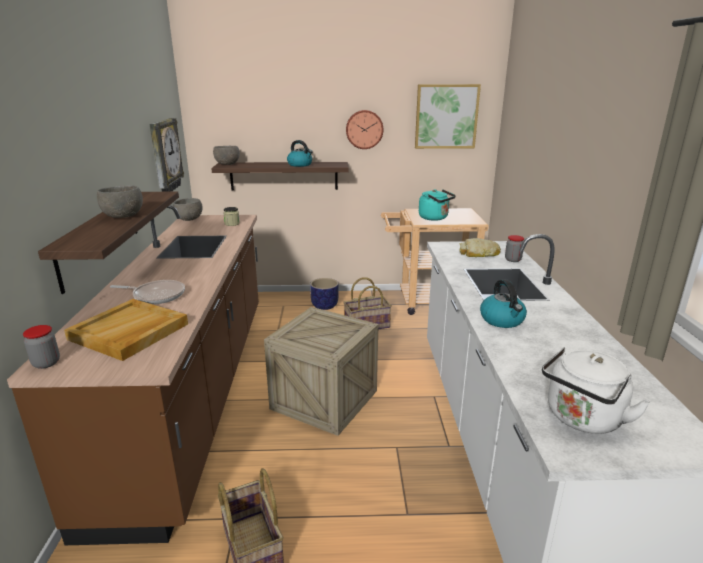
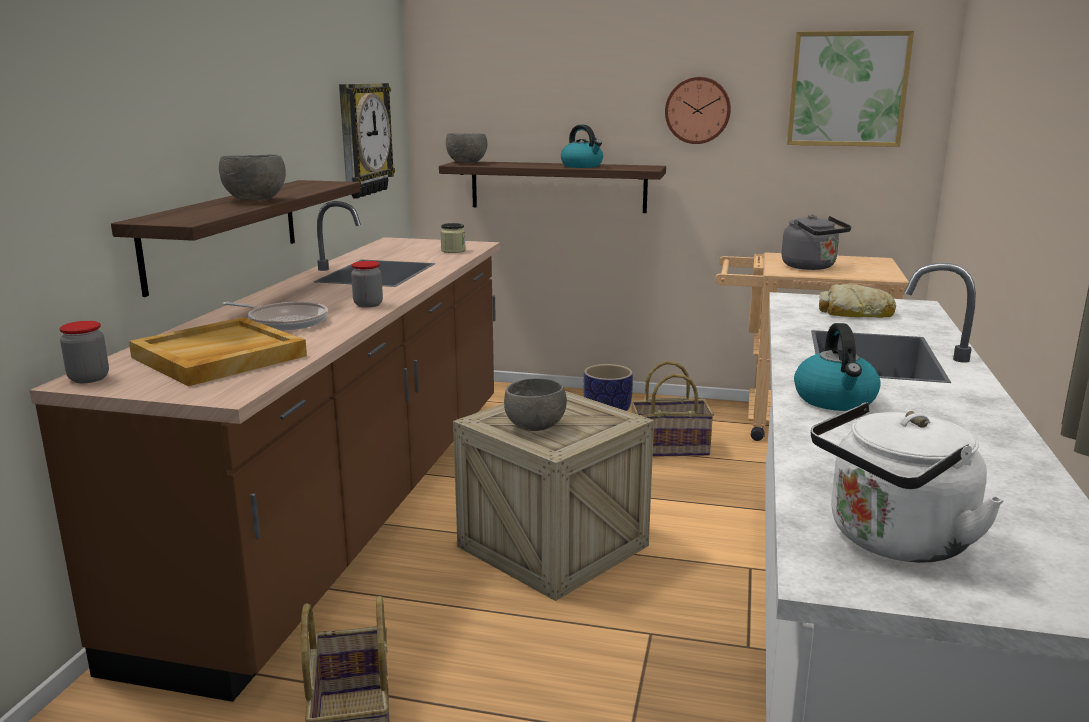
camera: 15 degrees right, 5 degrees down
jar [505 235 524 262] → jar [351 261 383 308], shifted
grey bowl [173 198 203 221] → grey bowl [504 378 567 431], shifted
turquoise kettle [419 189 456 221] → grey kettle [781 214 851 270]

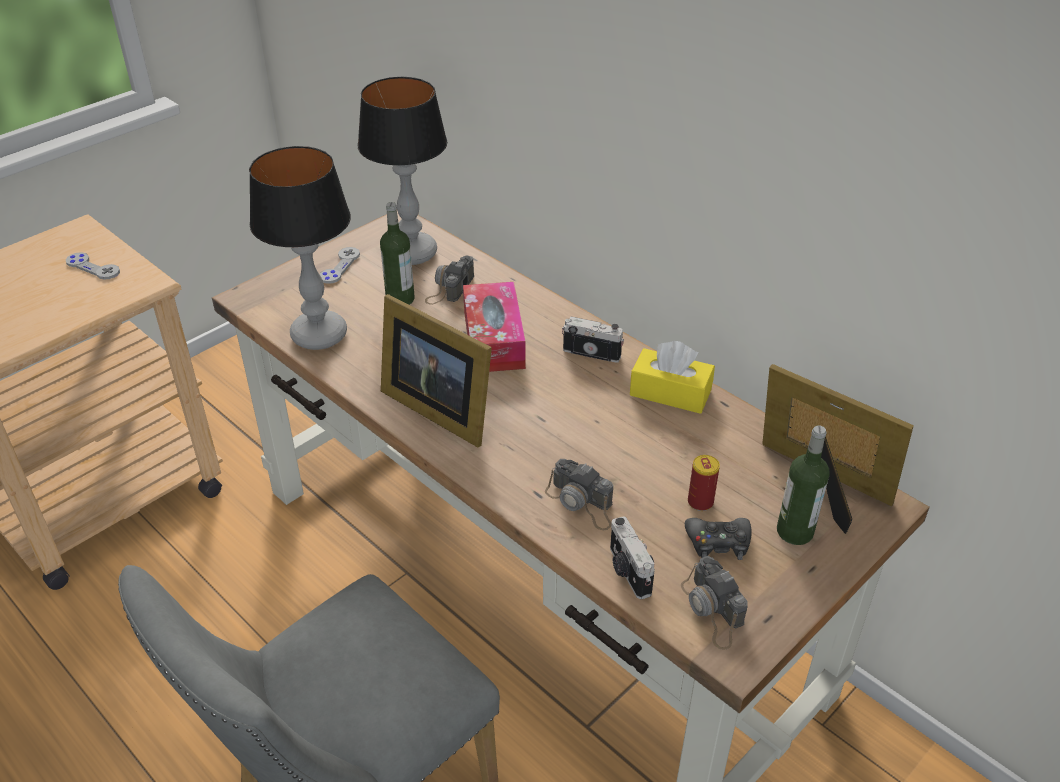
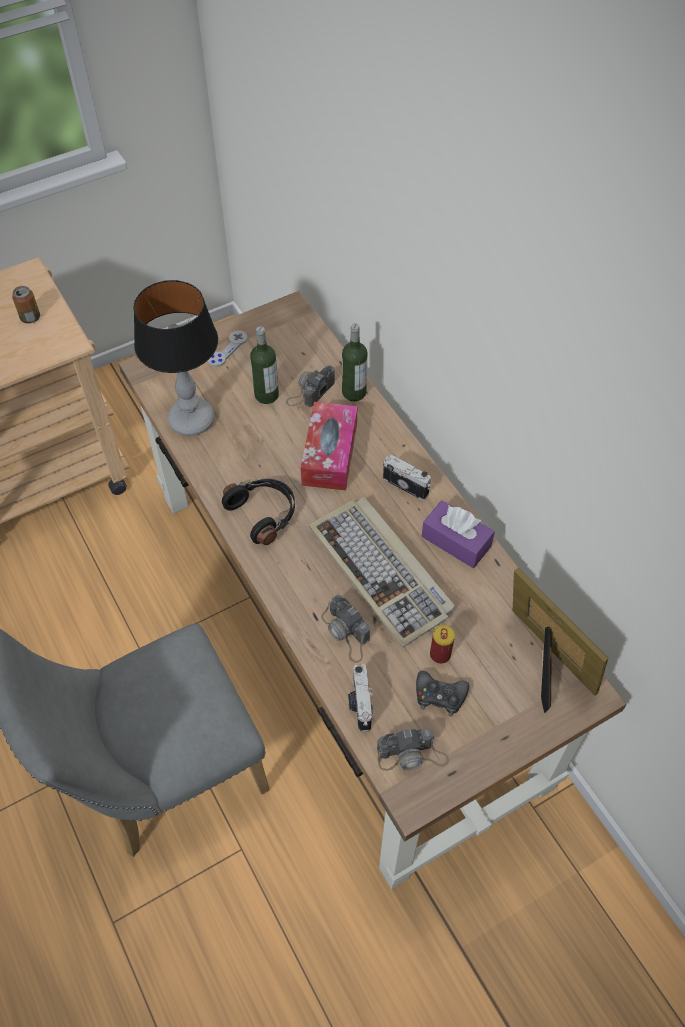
camera: 15 degrees right, 15 degrees up
grey game controller [66 252 120 280] → can [12 286 40 323]
picture frame [381 294 492 447] → black headphones [222 479 295 545]
- → keyboard [309 497 455 647]
bottle [777 425 830 545] → bottle [342 323 367 401], shifted
photo camera [681 556 748 650] → photo camera [377 728 449 771], 90 degrees counterclockwise
yellow tissue box [630 341 715 414] → purple tissue box [422 500 495 568]
table lamp [358 77 447 265] → -

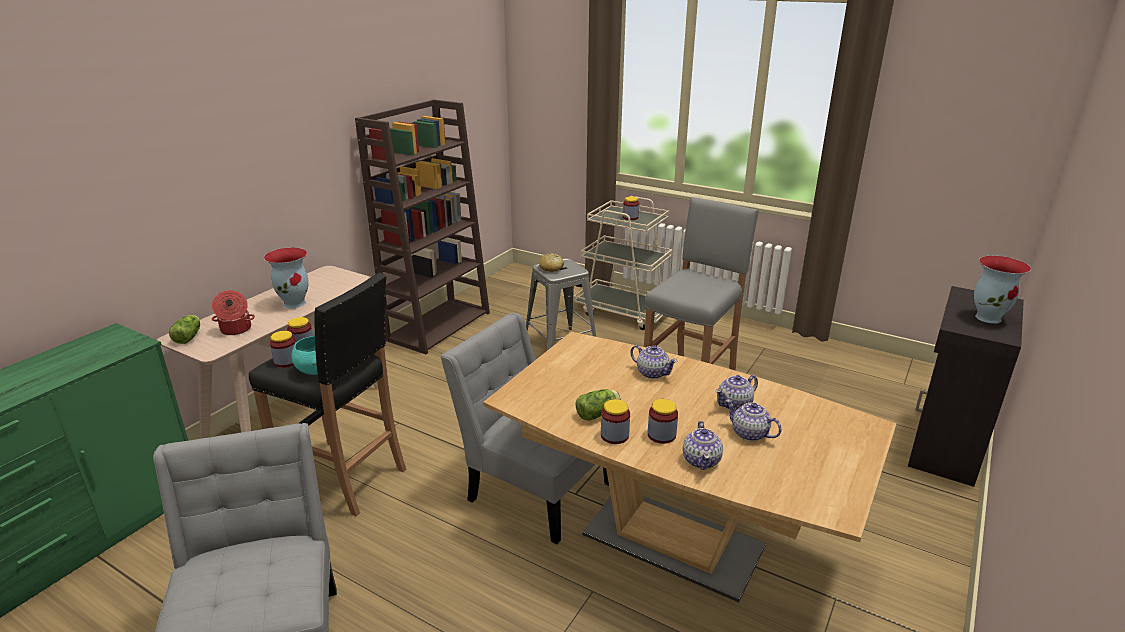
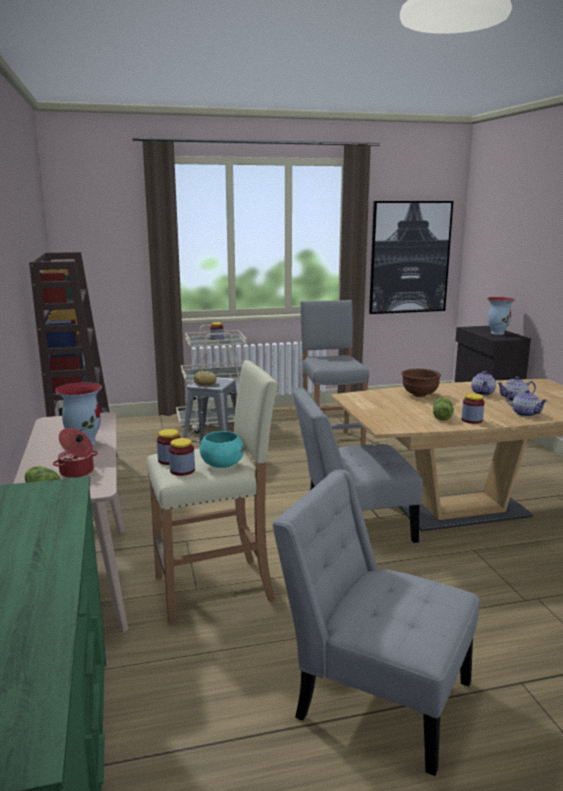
camera: 45 degrees left, 10 degrees down
black stool [249 273 406 517] → beige stool [146 360 278 624]
- → picture [369 201 453 314]
teapot [630 345 678 379] → brown bowl [401 369 441 397]
jar [648 399 678 444] → -

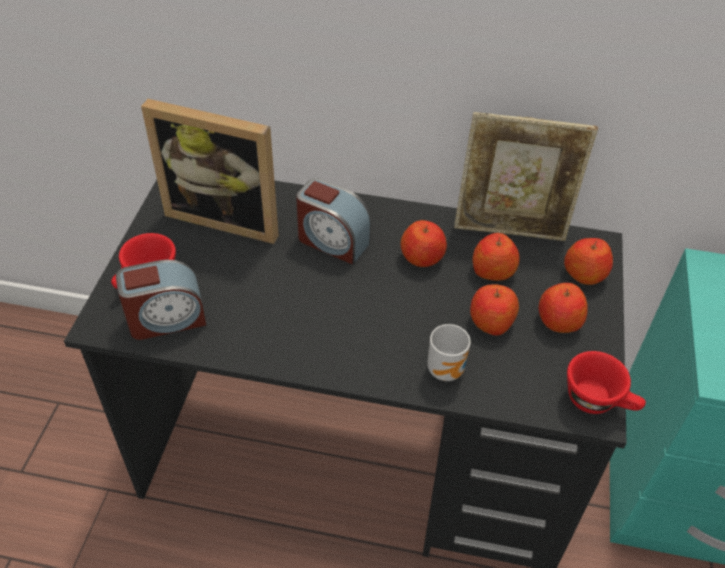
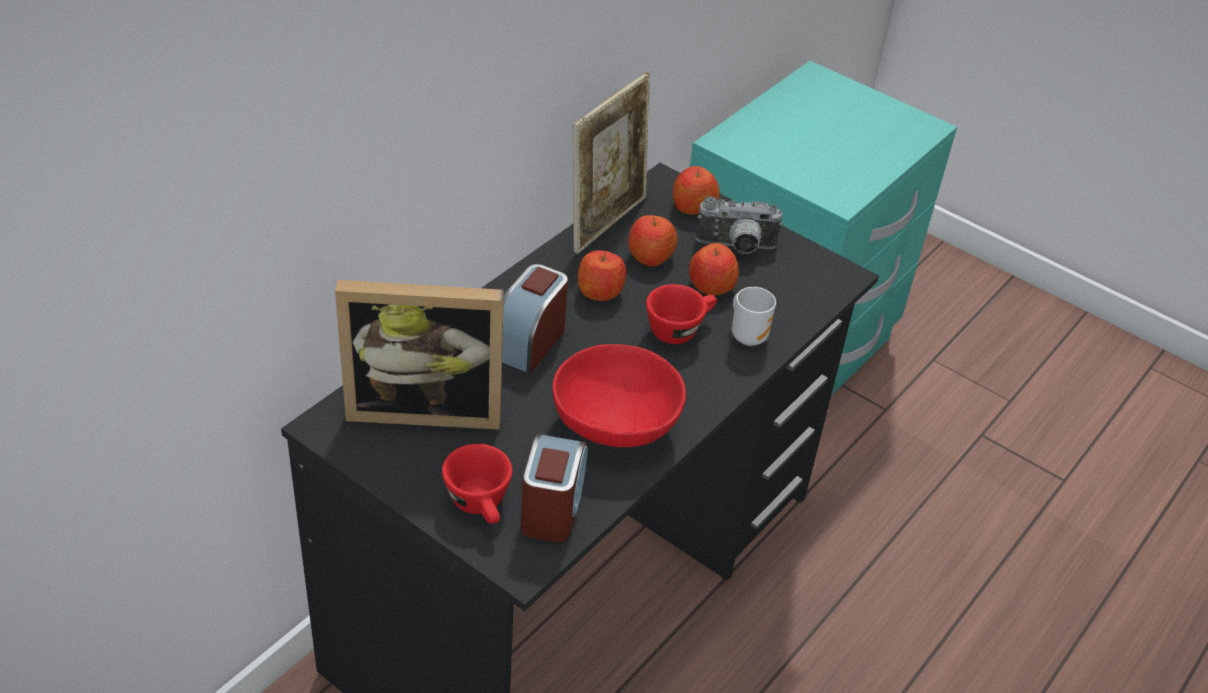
camera: 65 degrees left, 5 degrees down
picture frame [141 99 279 244] → picture frame [335 280 504 430], 45 degrees clockwise
alarm clock [296 178 372 265] → alarm clock [502 264 568 374], 150 degrees clockwise
- → red bowl [552 344 686 447]
red cup [567 351 646 414] → red cup [646 284 717 344], shifted
apple [539 283 588 333] → photo camera [695 196 783 254]

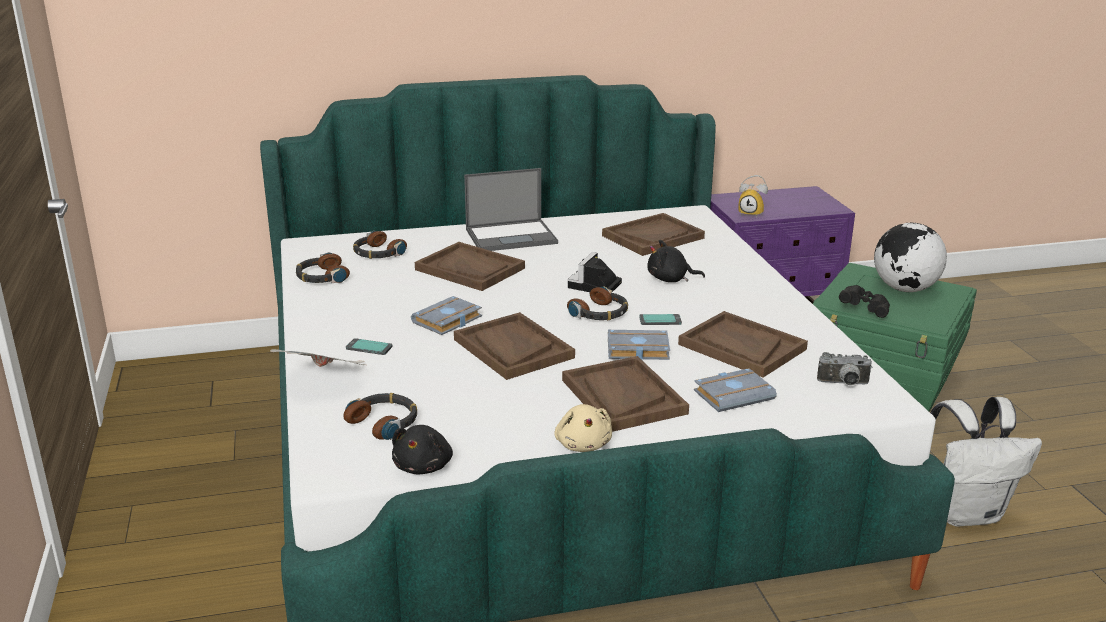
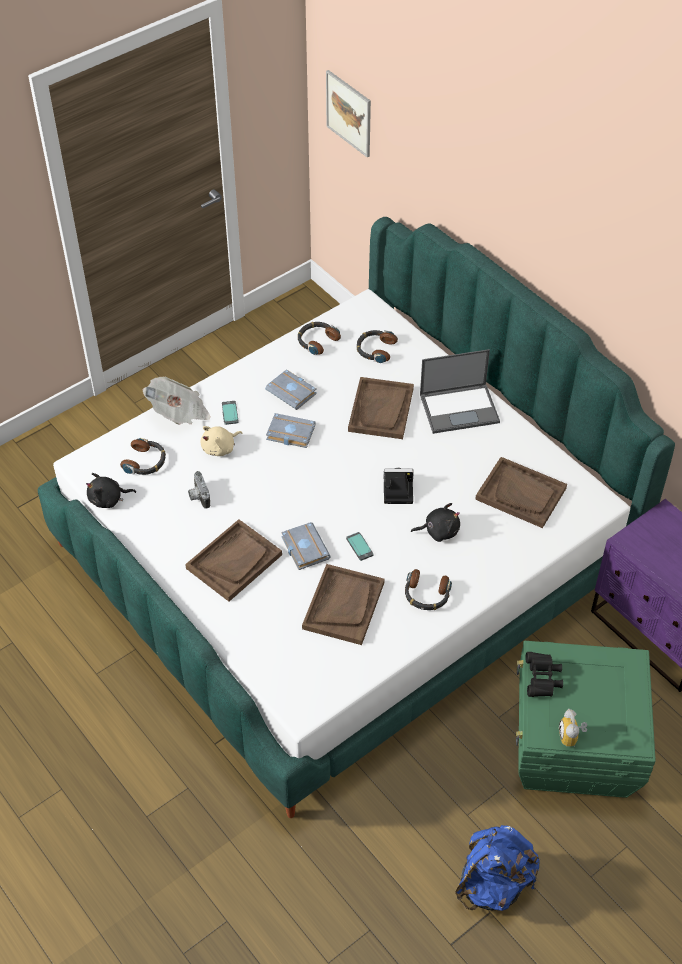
camera: 65 degrees right, 25 degrees up
photo camera [817 352 872 385] → photo camera [188 471 210 509], shifted
beige plush toy [554 404 612 452] → beige plush toy [200 426 242 456], shifted
grey book [694 368 777 412] → grey book [265 369 317 410], shifted
- → picture [326 70 371 158]
headphones [567 286 628 320] → headphones [405 569 452 610], shifted
black plush toy [647 240 705 282] → black plush toy [411 503 460 542], 105 degrees clockwise
laptop [464 168 558 251] → laptop [420 349 500 434], 60 degrees counterclockwise
- → blue backpack [455 825 540 911]
alarm clock [738 175 768 217] → alarm clock [559 708 587 747], shifted
brown tray [454 312 575 380] → -
globe [874 223 947 292] → -
white backpack [930 397 1042 527] → -

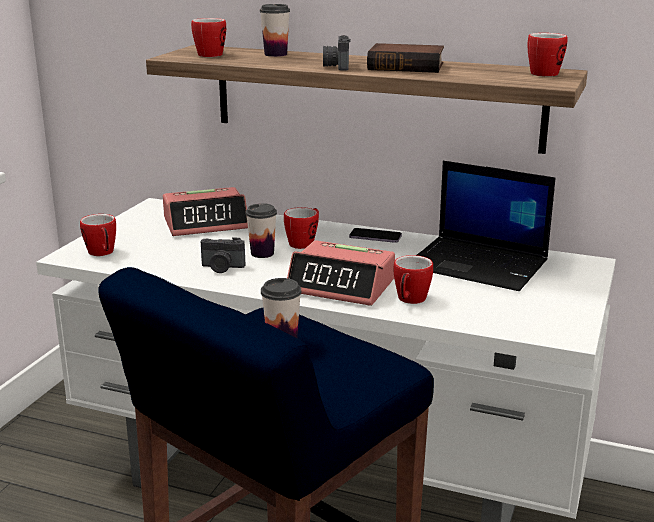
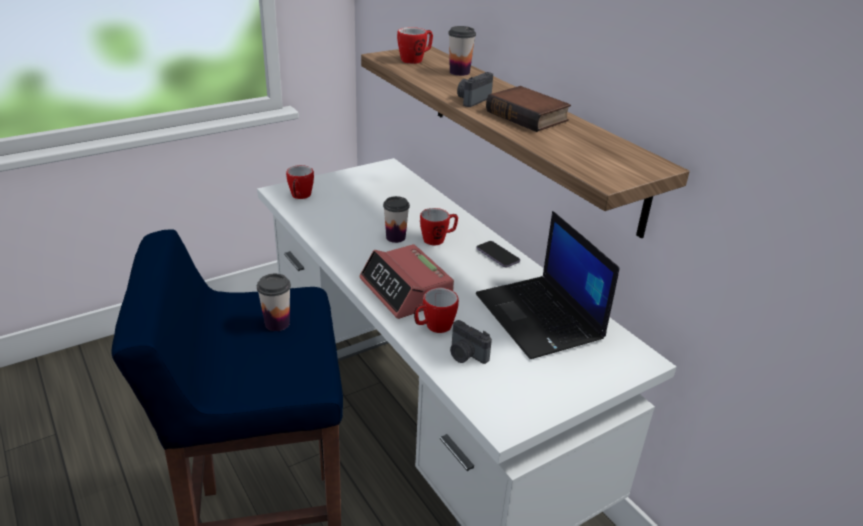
camera: 35 degrees right, 10 degrees up
photo camera [201 237 245 273] → photo camera [450 320 492 364], shifted
alarm clock [163 187 248 236] → -
mug [527 33 568 77] → -

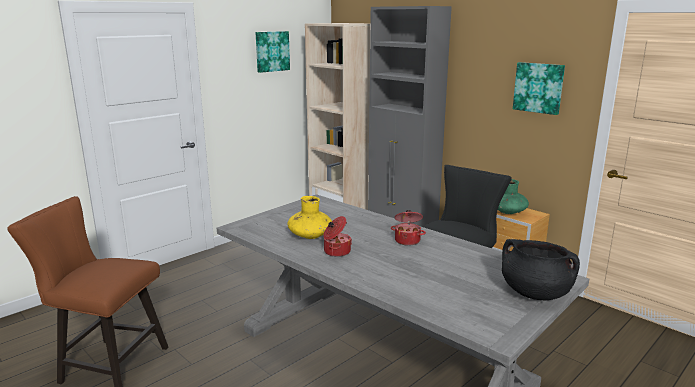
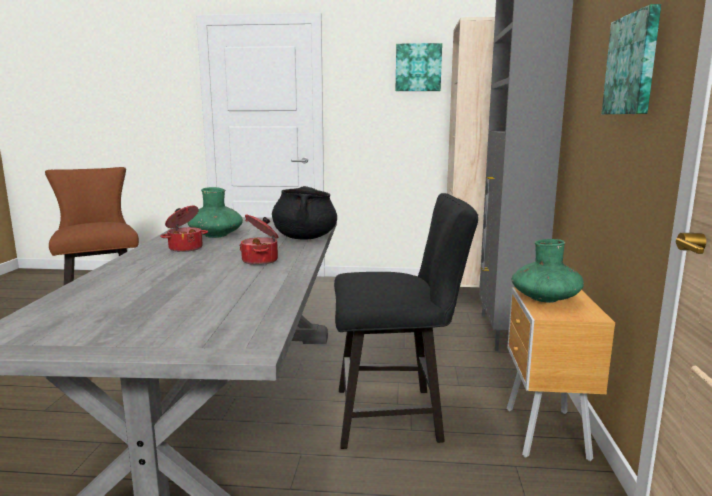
camera: 50 degrees right, 5 degrees down
yellow vase [287 196 332 239] → green vase [188 187 243 238]
black cooking pot [502 239 580 300] → black cooking pot [272 186 337 240], shifted

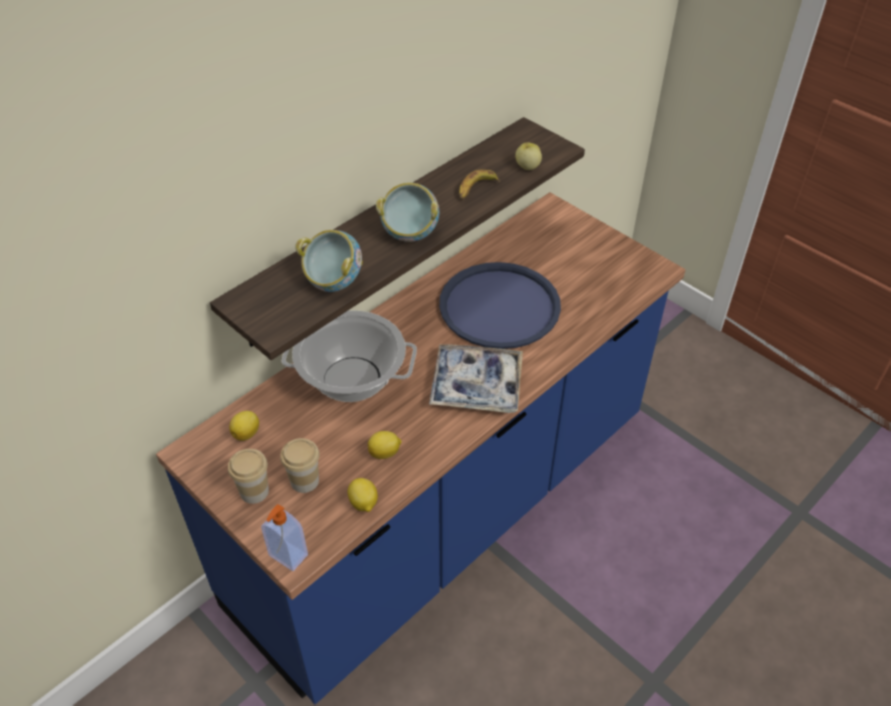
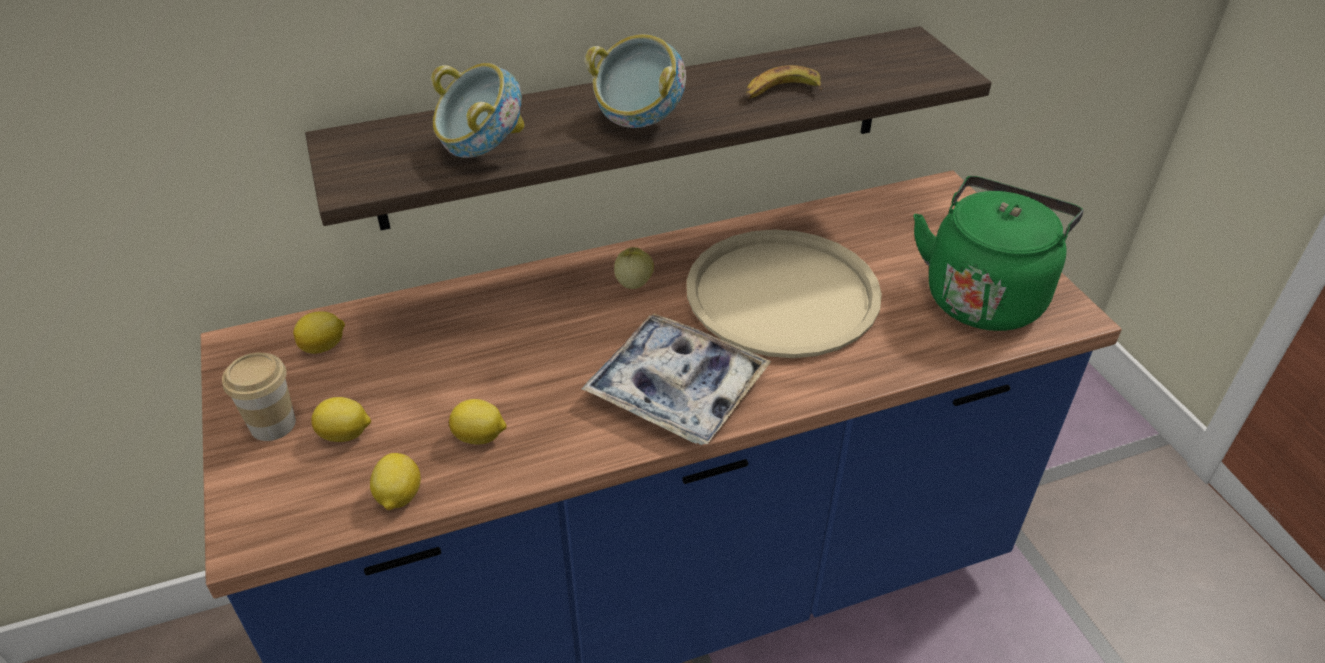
camera: 25 degrees right, 5 degrees down
cup [280 438 320 493] → lemon [311 397 371 442]
apple [515 142 542 170] → apple [614 247 654 289], shifted
blue tray [439 262 561 349] → beige tray [686 230 882 358]
- → green kettle [913 176 1084 331]
soap dispenser [261 504 308 571] → -
cooking pot [282 310 417 402] → -

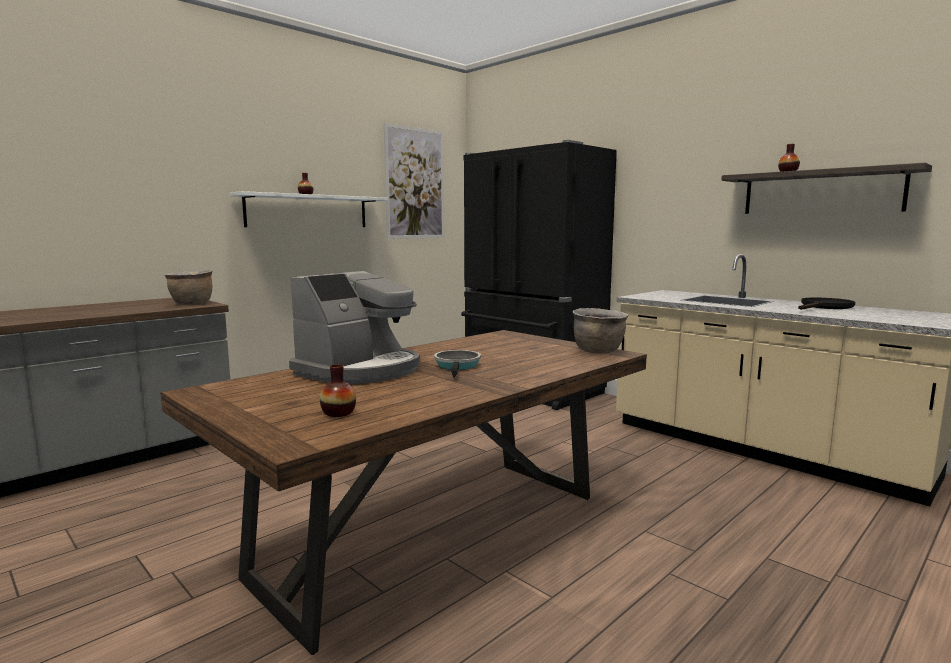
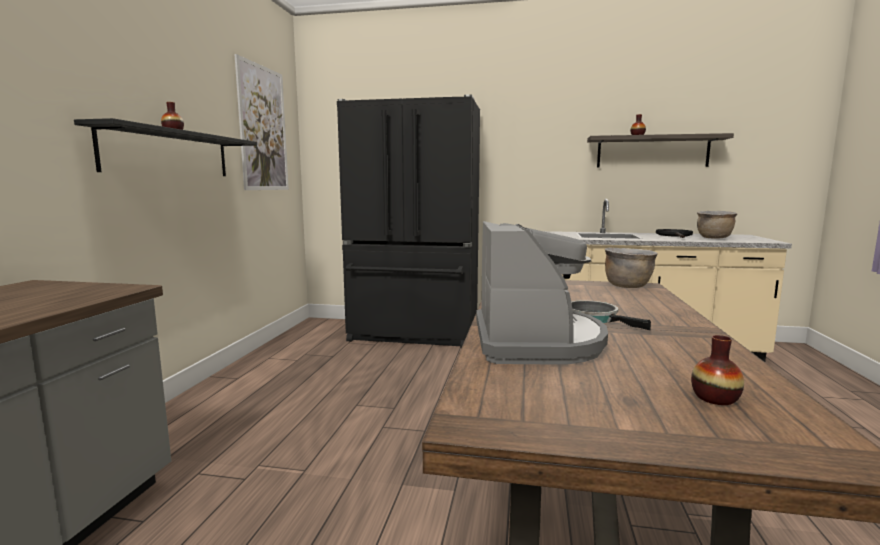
camera: 35 degrees left, 0 degrees up
white shelf [229 191 388 227] → black shelf [74 118 257 176]
brown cooking pot [164 270 212 304] → brown cooking pot [697 211 738 238], shifted

